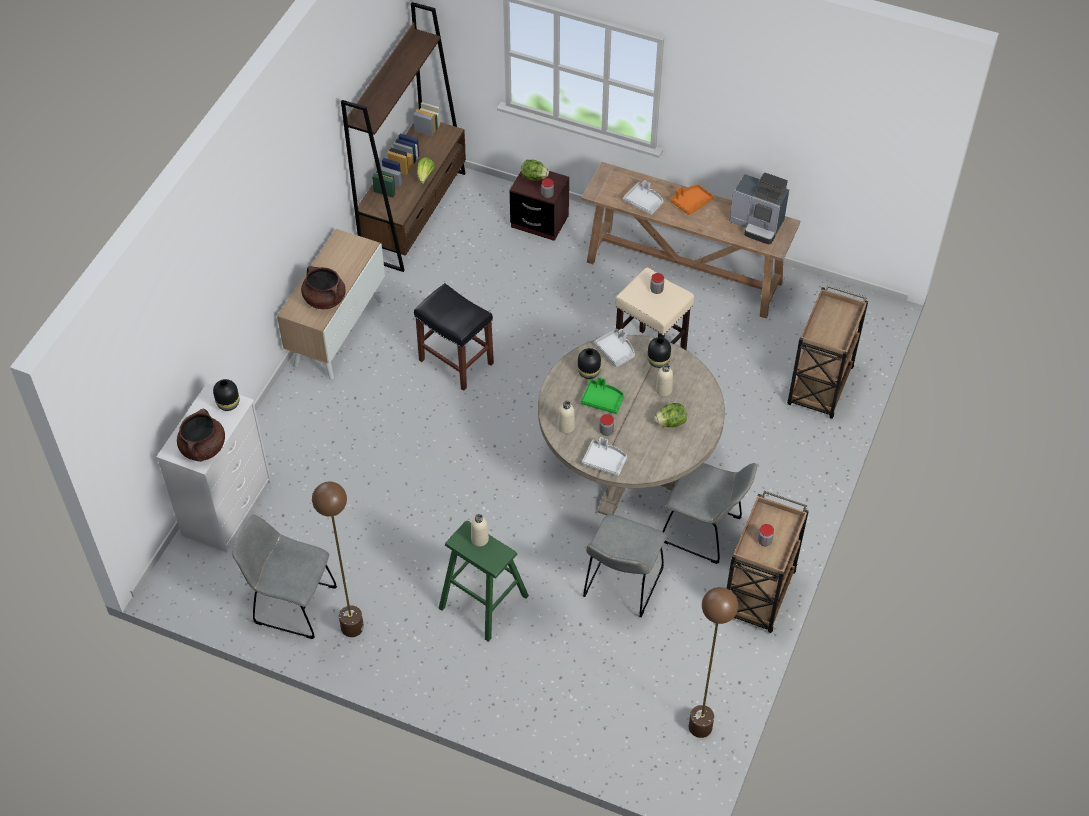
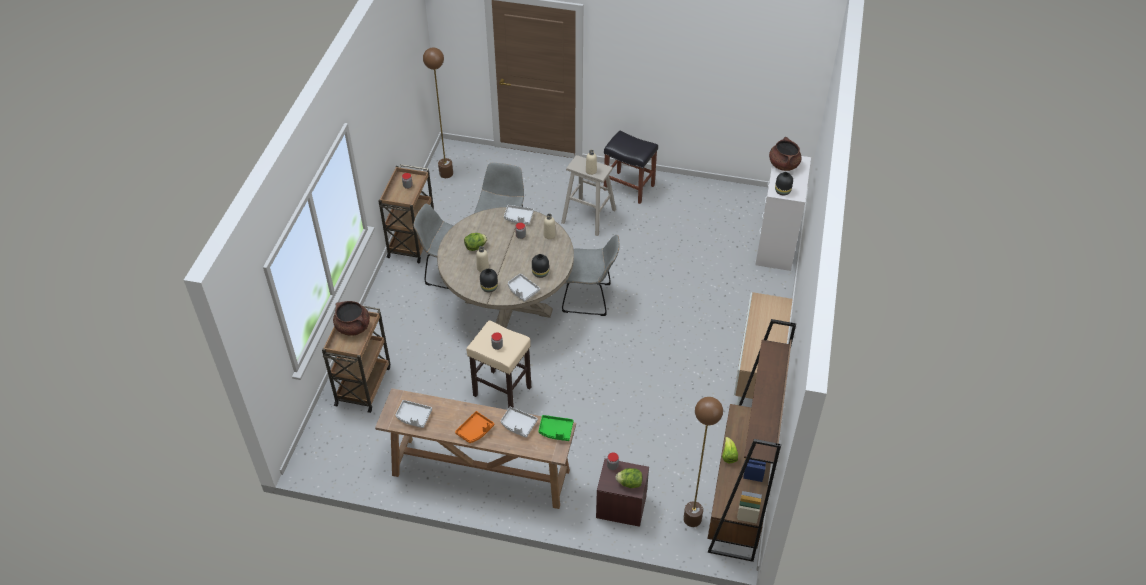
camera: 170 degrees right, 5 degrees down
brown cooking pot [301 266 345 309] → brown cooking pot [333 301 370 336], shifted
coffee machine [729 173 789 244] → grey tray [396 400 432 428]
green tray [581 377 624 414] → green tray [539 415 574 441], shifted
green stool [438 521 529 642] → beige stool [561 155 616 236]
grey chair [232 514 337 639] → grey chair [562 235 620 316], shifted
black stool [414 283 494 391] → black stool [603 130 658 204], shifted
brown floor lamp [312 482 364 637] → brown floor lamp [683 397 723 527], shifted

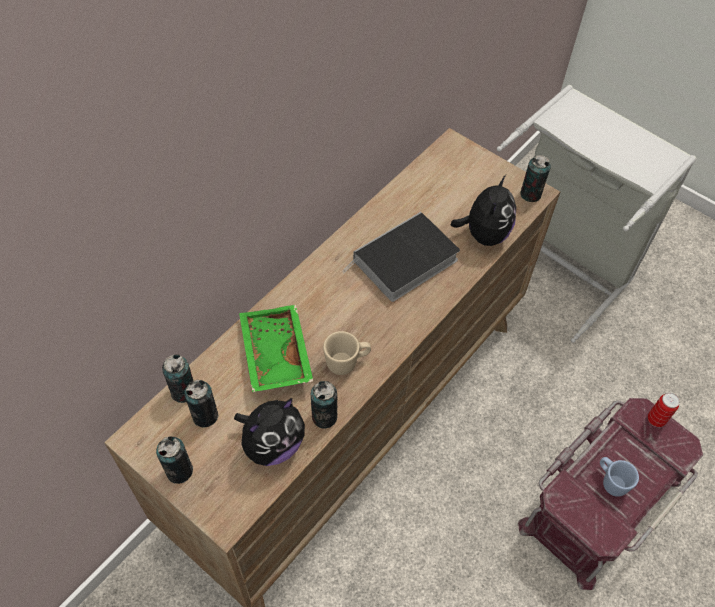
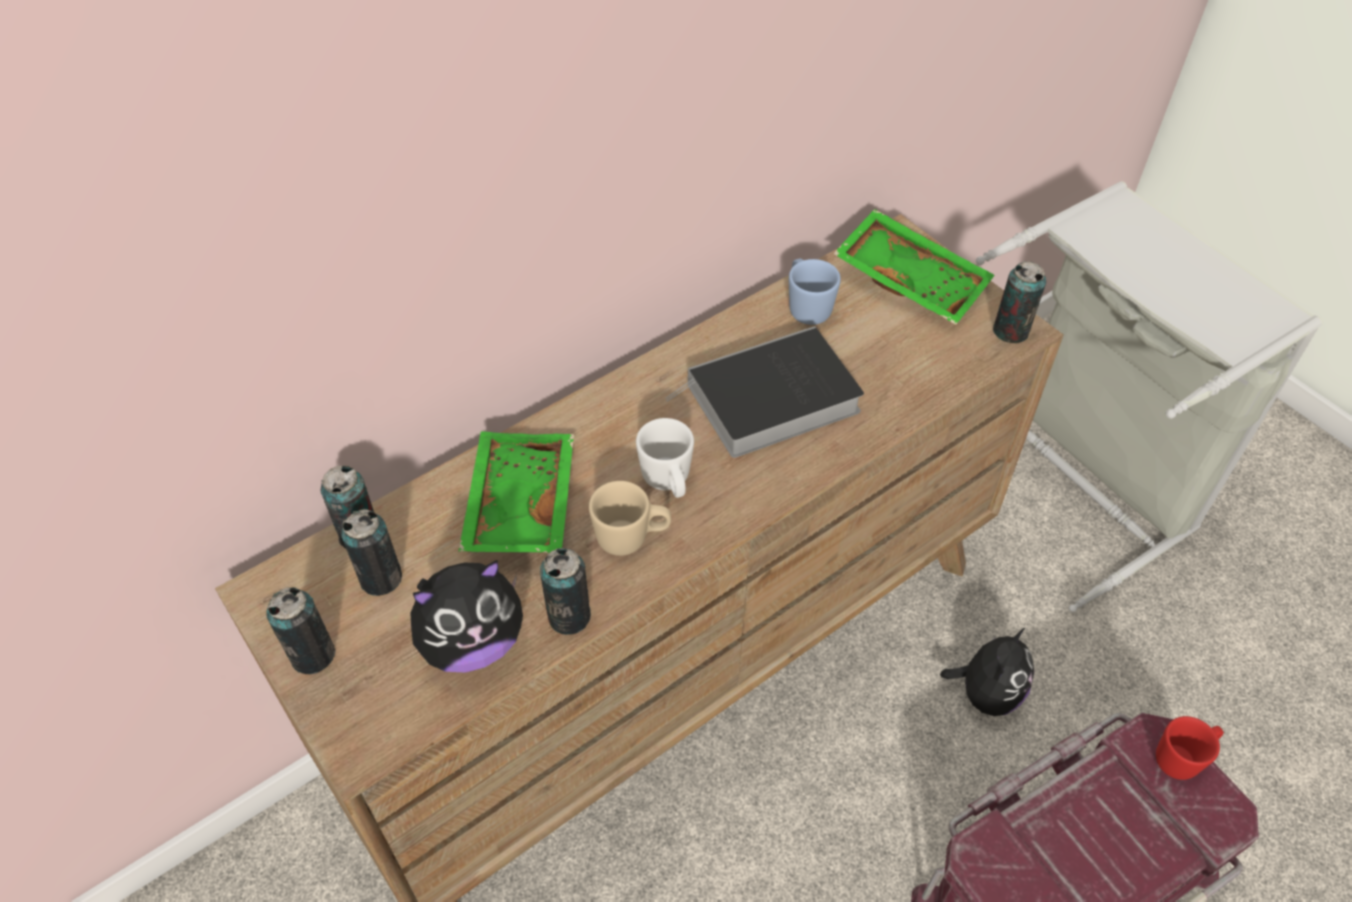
camera: 15 degrees right, 5 degrees down
- → white mug [636 418 694 498]
blue mug [600 457 639 497] → blue mug [789 259 841 325], shifted
- → green tray [833 209 995 325]
plush toy [451 175 516 246] → plush toy [940 628 1035 716], shifted
can [648 393 680 427] → red mug [1156 716 1224 780]

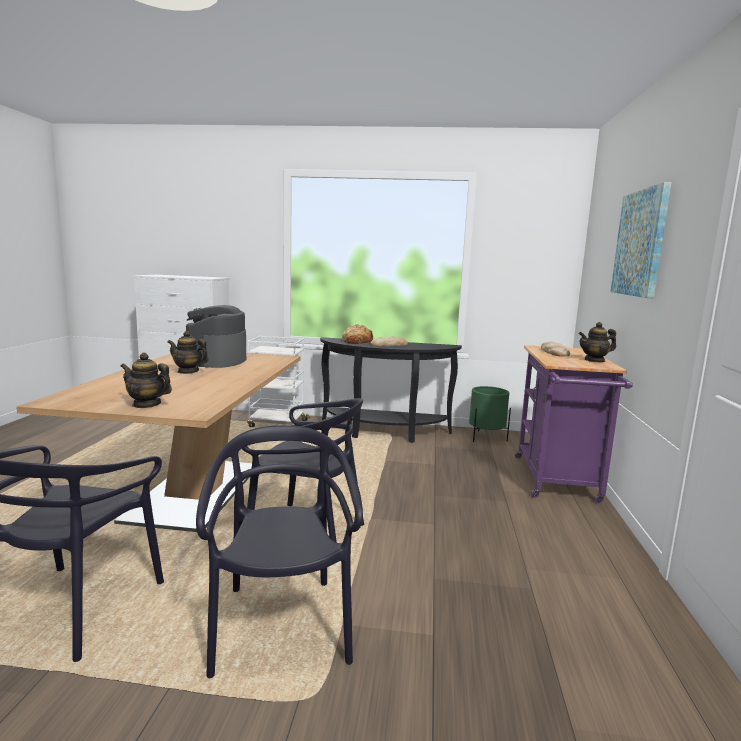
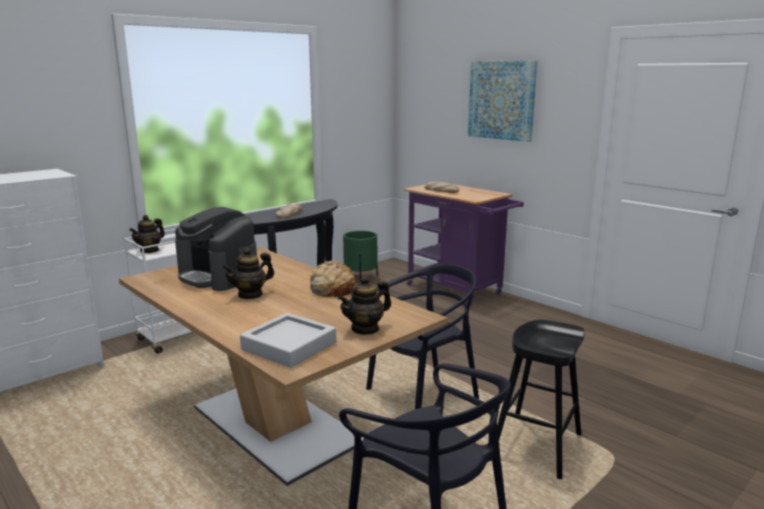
camera: 50 degrees left, 5 degrees up
teapot [578 322 616 363] → teapot [129 215 165 253], shifted
- → grey tray [240 313 336 368]
bread [342 324 373 344] → bread [310 260 356 297], shifted
black chair [196 425 363 678] → black stool [497 320 585 479]

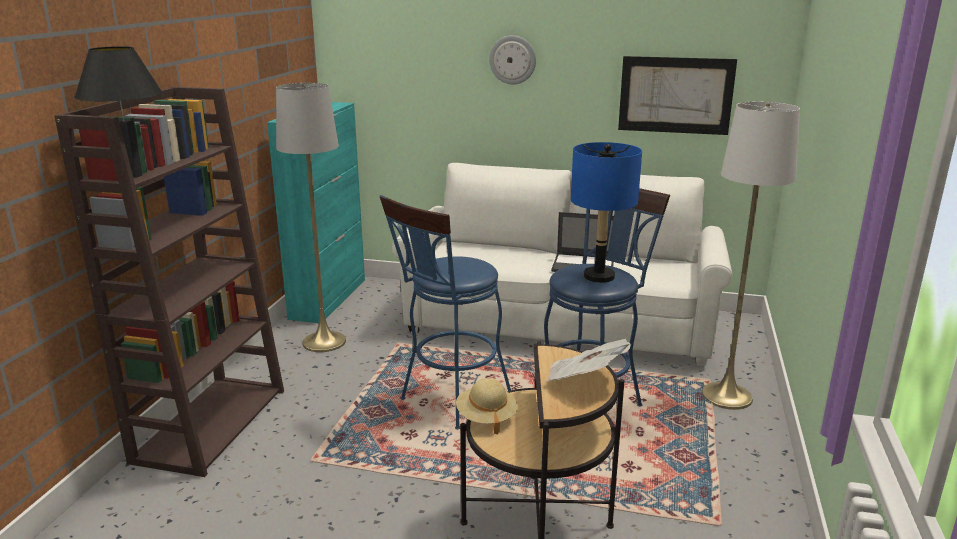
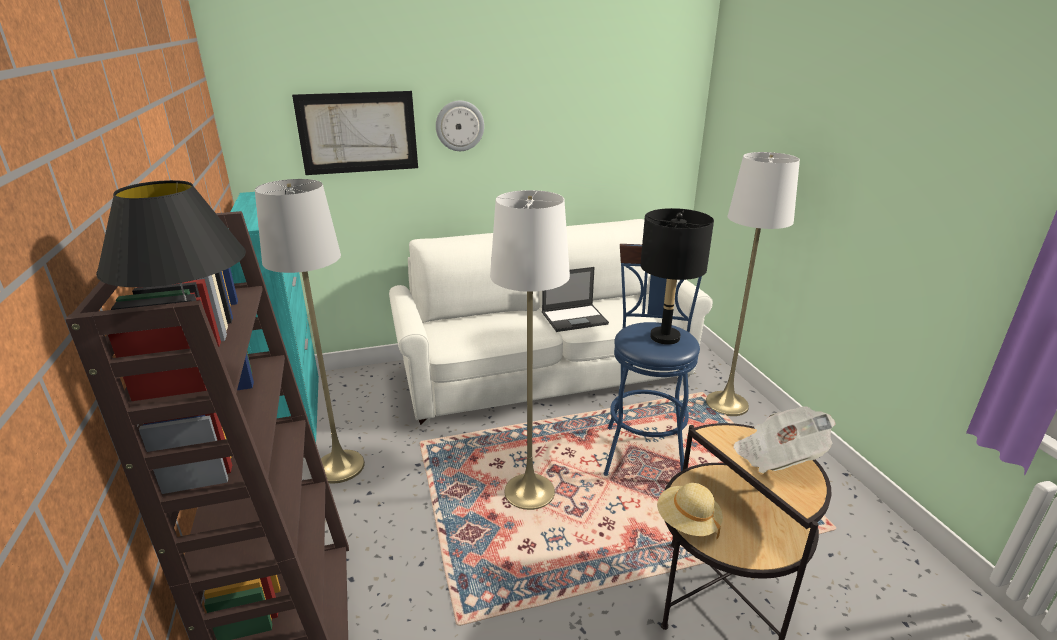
camera: 30 degrees left, 5 degrees up
picture [618 56 737 135] → picture [292 91 418 175], shifted
blue stool [380 195 511 429] → white floor lamp [490 190 570 510]
blue table lamp [571 142 642 283] → black table lamp [640 208 714 345]

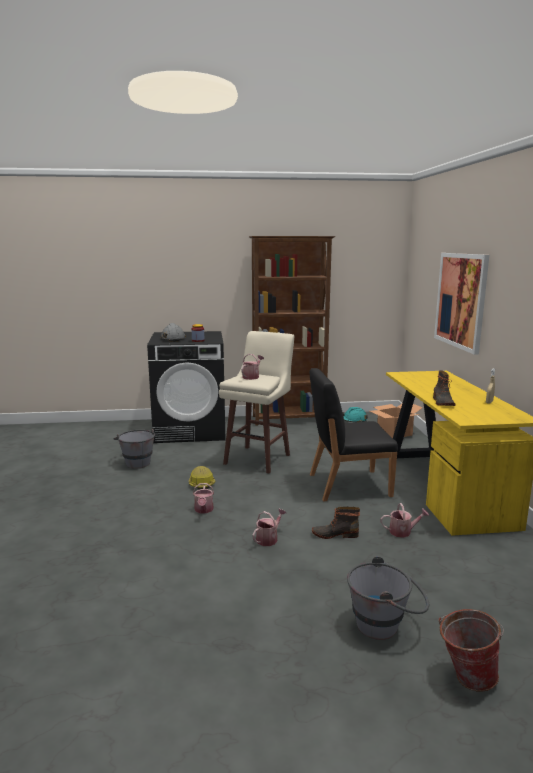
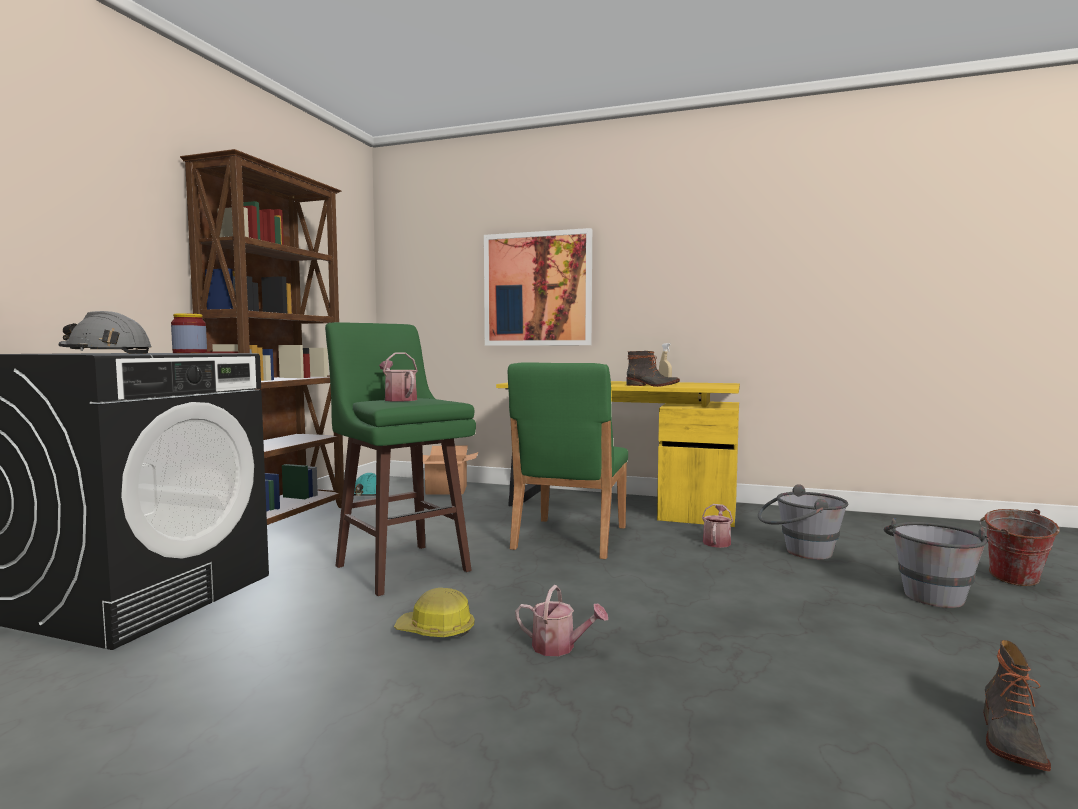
camera: 65 degrees left, 10 degrees down
beige stool [219 331 294 473] → green stool [325 322 476 596]
black chair [310 368 398 501] → green chair [508 362 628 559]
grey bucket [114 429 155 469] → grey bucket [758 484 848 559], shifted
boot [312 507 360 539] → boot [983 640 1051 771], shifted
watering can [252 508 286 546] → -

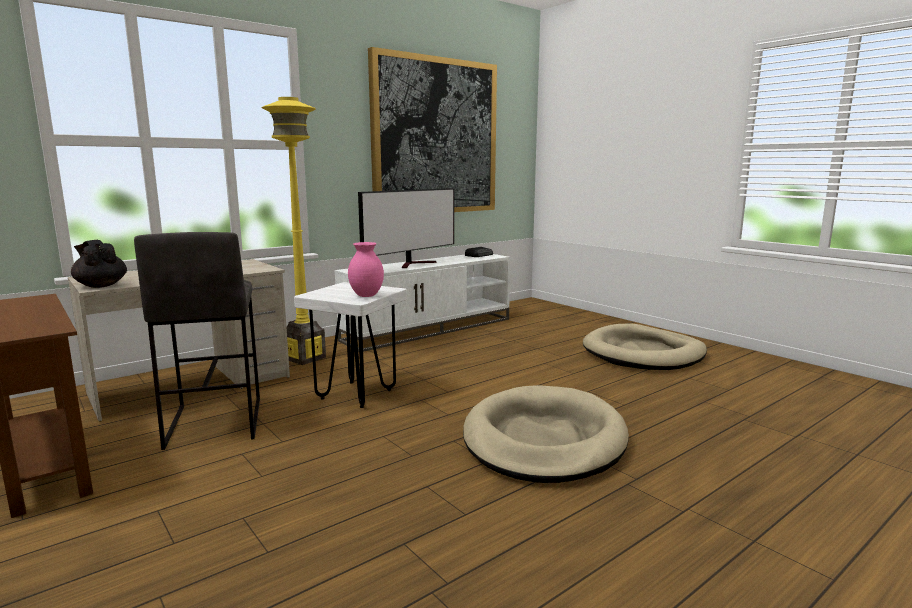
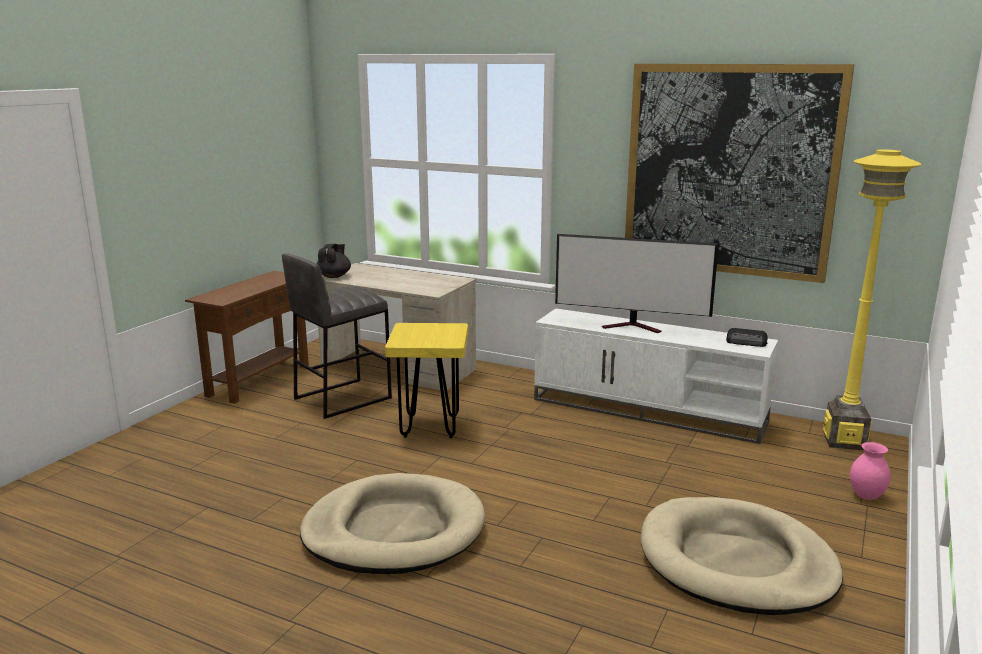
camera: 65 degrees right, 5 degrees up
white stool [294 282 407 408] → yellow stool [385 323 468 438]
yellow floor lamp [261 97 326 365] → yellow floor lamp [823 149 921 450], shifted
pink vase [348 242 384 297] → pink vase [850 442 891 500], shifted

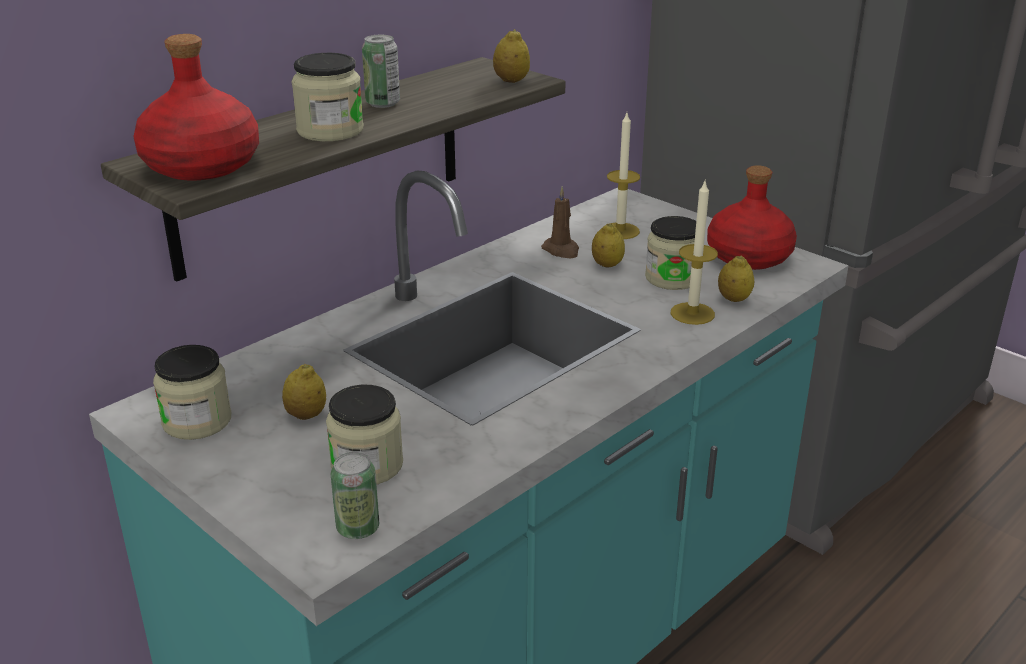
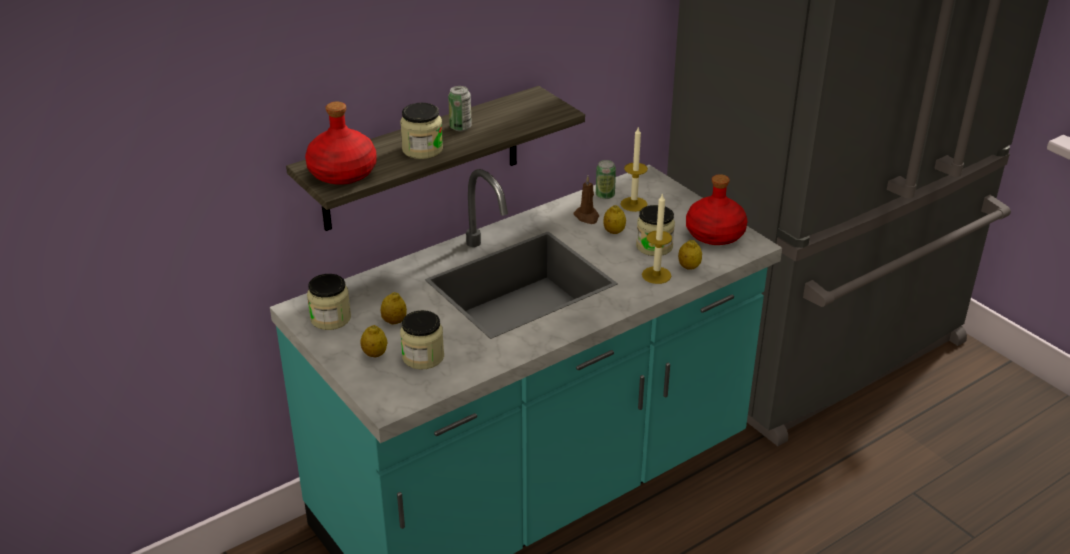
camera: 10 degrees right, 5 degrees up
lemon [493 29 530 83] → lemon [360 325 387 357], shifted
can [331 452 379 539] → can [596 160 616 199], shifted

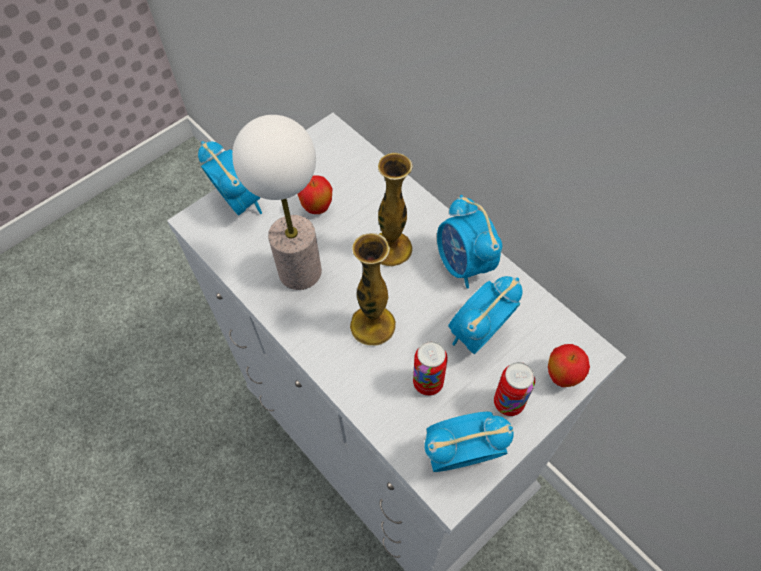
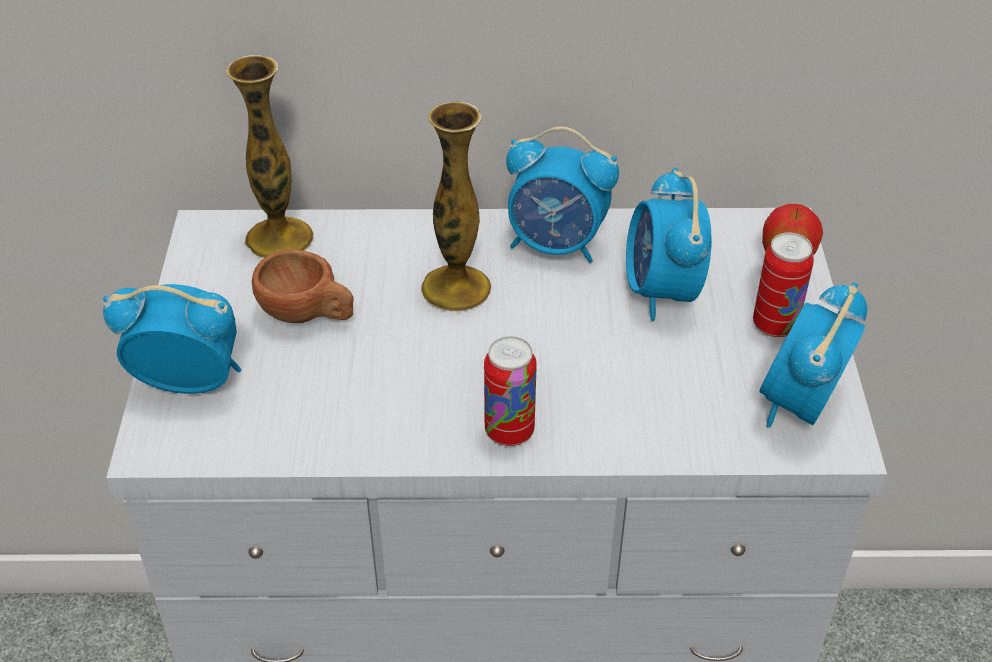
camera: 50 degrees left, 15 degrees down
vase [350 233 396 346] → vase [226 55 314 258], shifted
apple [297 175 333 214] → brown cup [252 249 354 323]
can [413 341 448 396] → can [484 336 537 446], shifted
table lamp [232 115 322 290] → -

